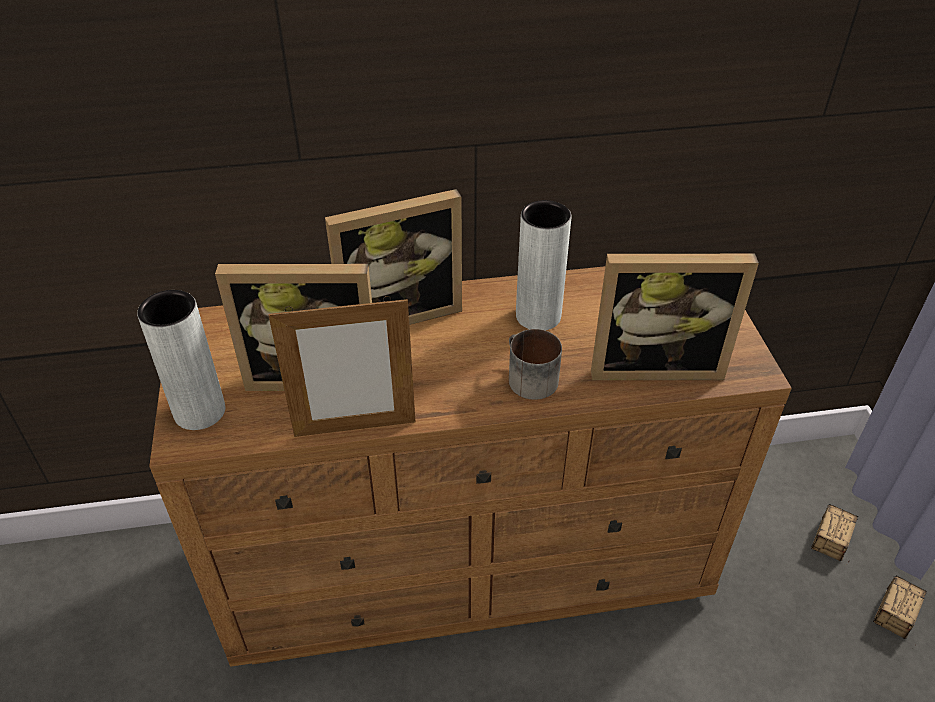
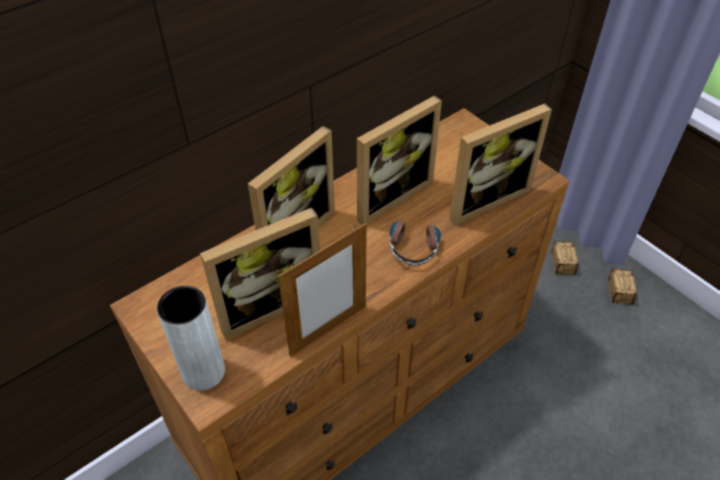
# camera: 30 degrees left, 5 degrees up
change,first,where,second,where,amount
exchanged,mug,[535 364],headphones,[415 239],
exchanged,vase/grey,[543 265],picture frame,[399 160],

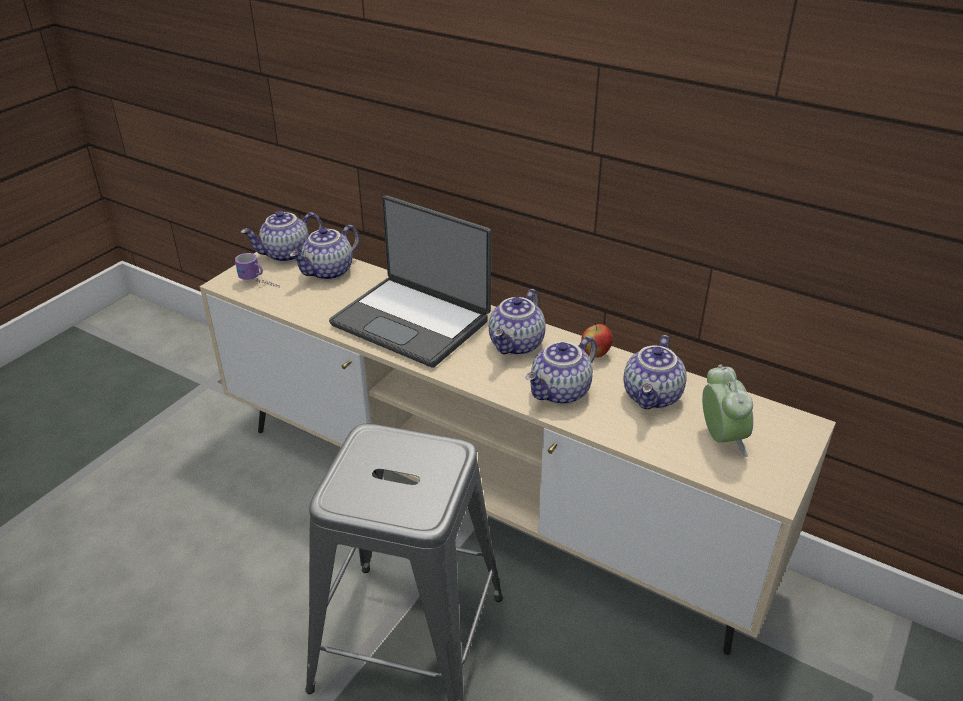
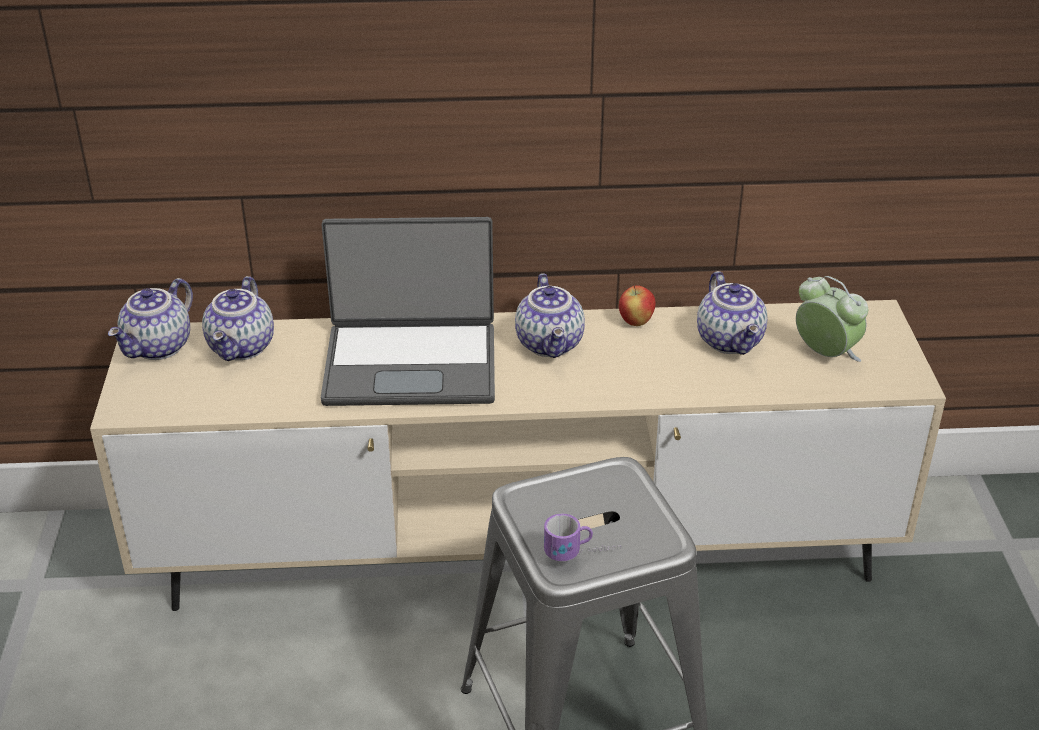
# camera: 35 degrees left, 0 degrees up
change,first,where,second,where,amount
relocated,mug,[257 270],,[582 537],
missing,teapot,[561 370],,,

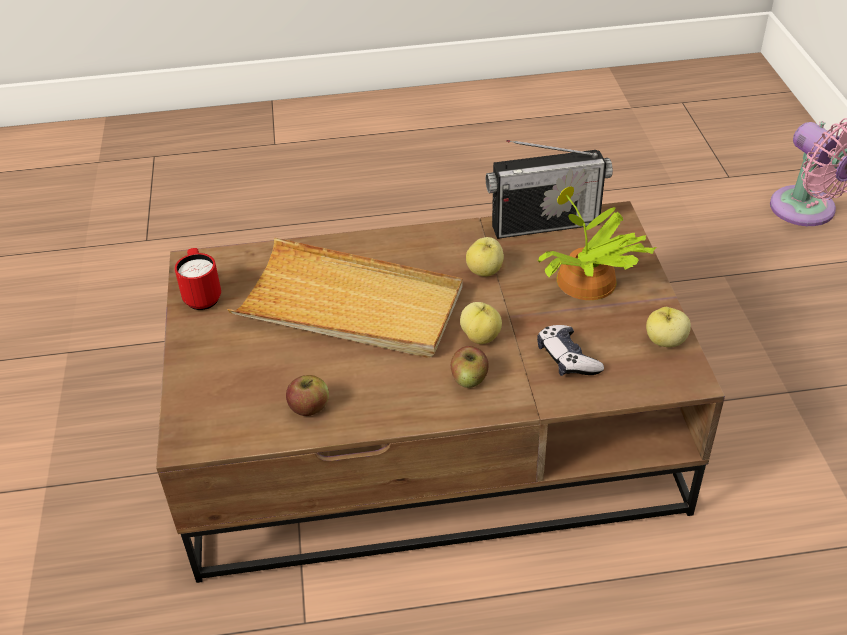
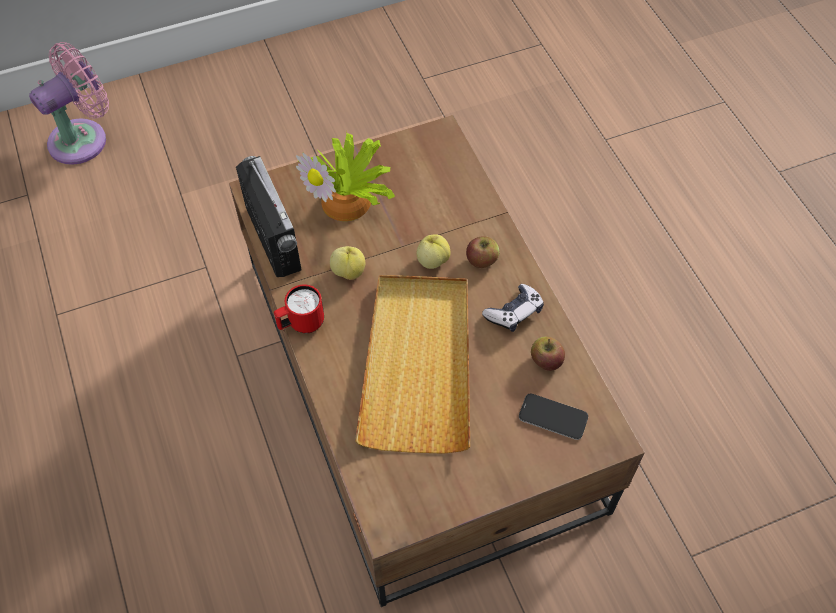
# camera: 105 degrees left, 15 degrees up
change,first,where,second,where,amount
relocated,mug/red,[198 279],,[299 308],
relocated,game controller,[570 350],,[513 308],
missing,apple,[668 327],,,
appeared,,,phone,[553 417],

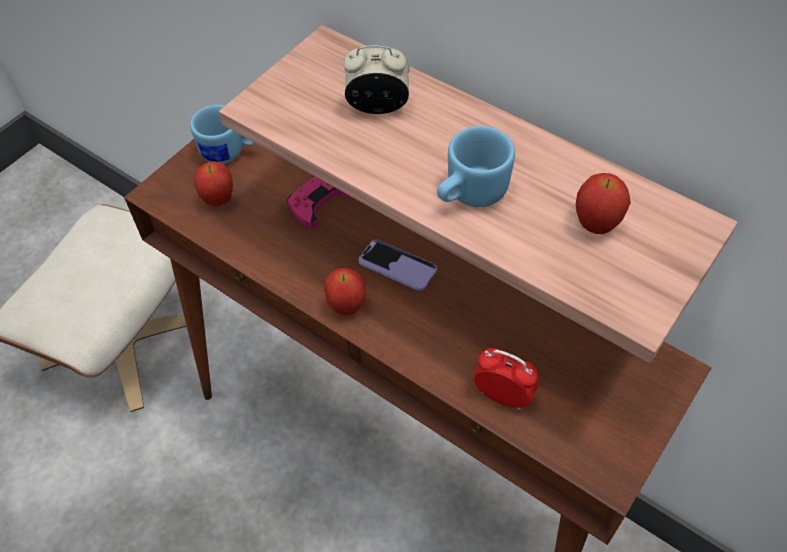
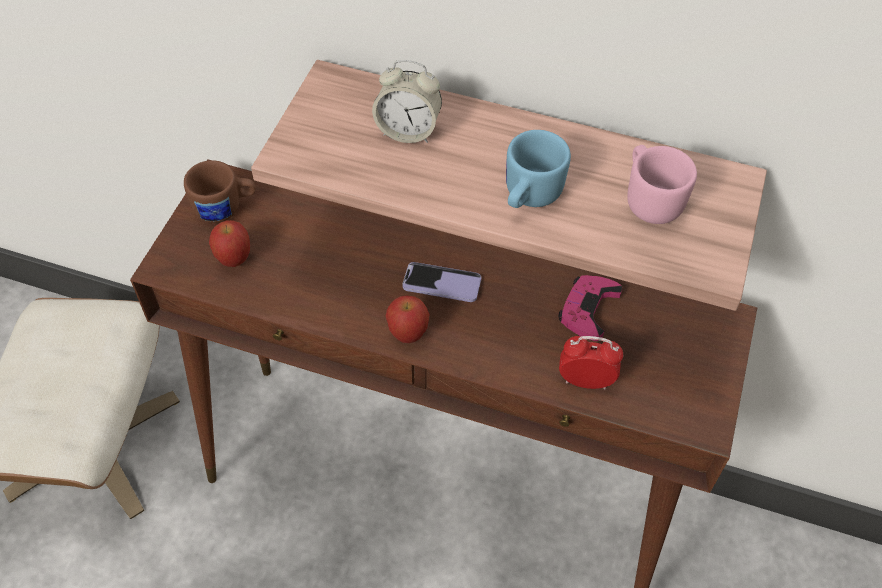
# camera: 20 degrees left, 0 degrees up
change,first,where,second,where,amount
colour,mug/blue,[222 134],mug/brown,[220 191],
relocated,game controller/pink,[319 202],,[590 308],
spun,alarm clock,[376 79],,[407 101],150 degrees counterclockwise
exchanged,apple,[603 203],mug/pink,[662 184],

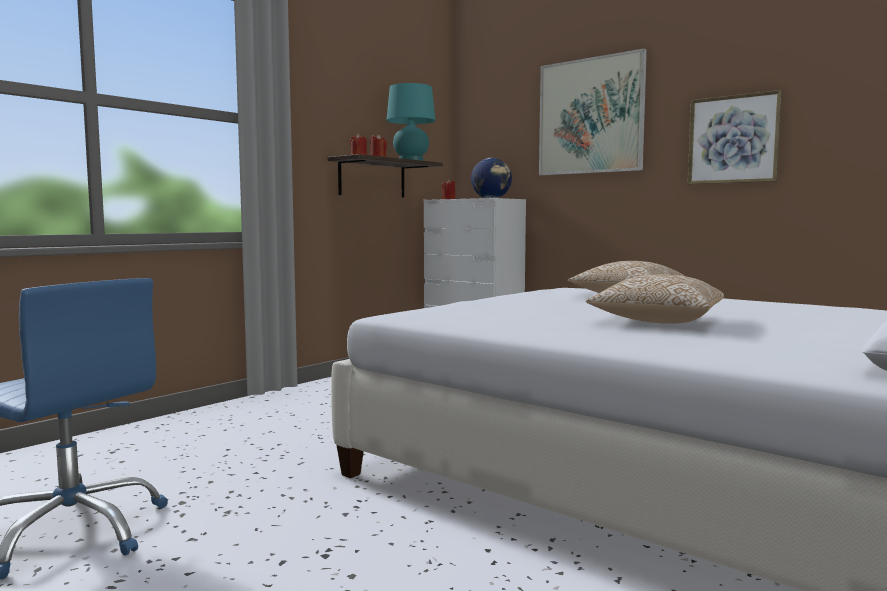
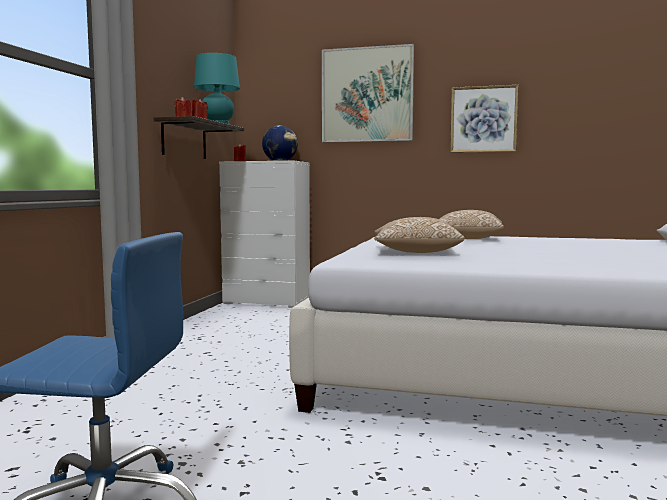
# camera: 25 degrees left, 0 degrees up
change,first,where,second,where,amount
relocated,pillow,[655 299],,[419 235],

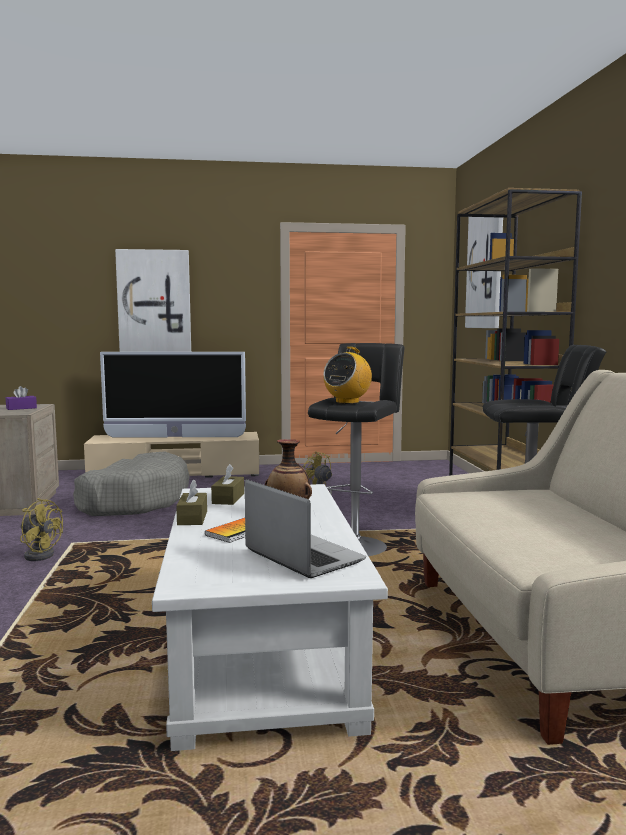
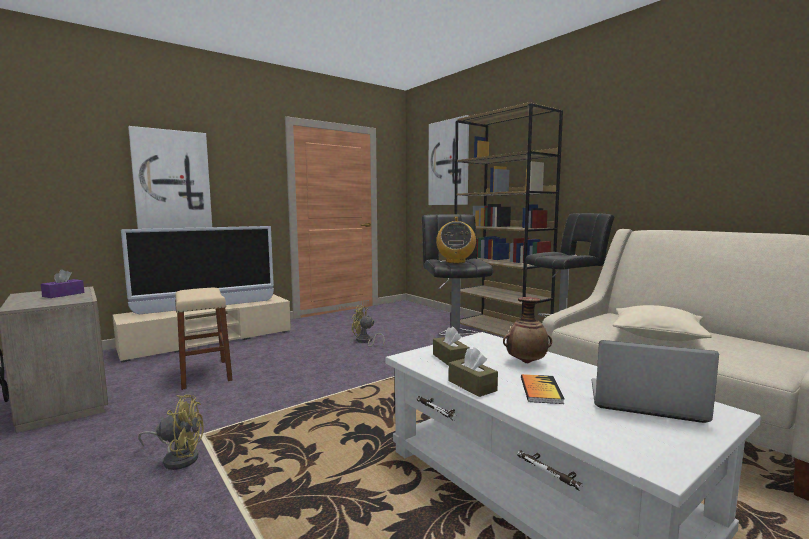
# camera: 30 degrees left, 0 degrees up
change,first,where,second,where,amount
exchanged,dog bed/grey,[131 483],stool/beige,[204 339],
appeared,,,pillow/beige,[662 323],

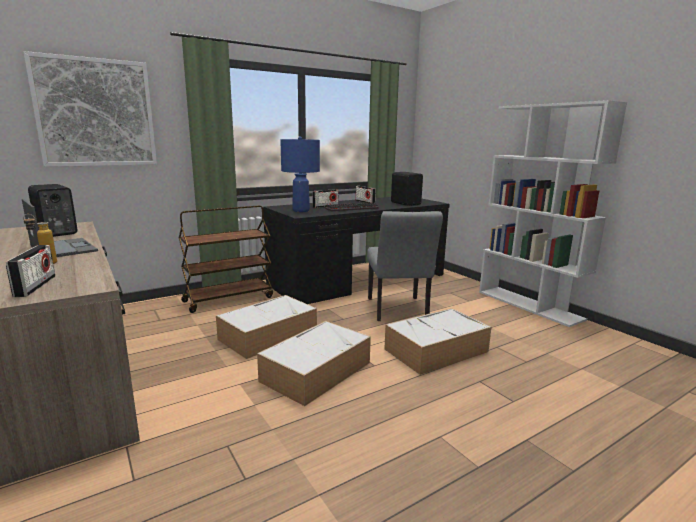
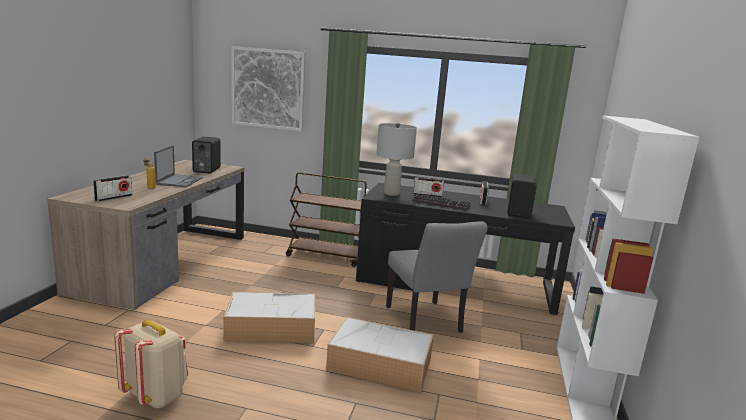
# camera: 45 degrees right, 0 degrees up
change,first,where,second,where,amount
missing,storage box,[266 327],,,
colour,table lamp/blue,[300 174],table lamp/grey,[396 159],
spun,chair/grey,[405 266],,[437 277],60 degrees counterclockwise
appeared,,,backpack/beige,[151 364],

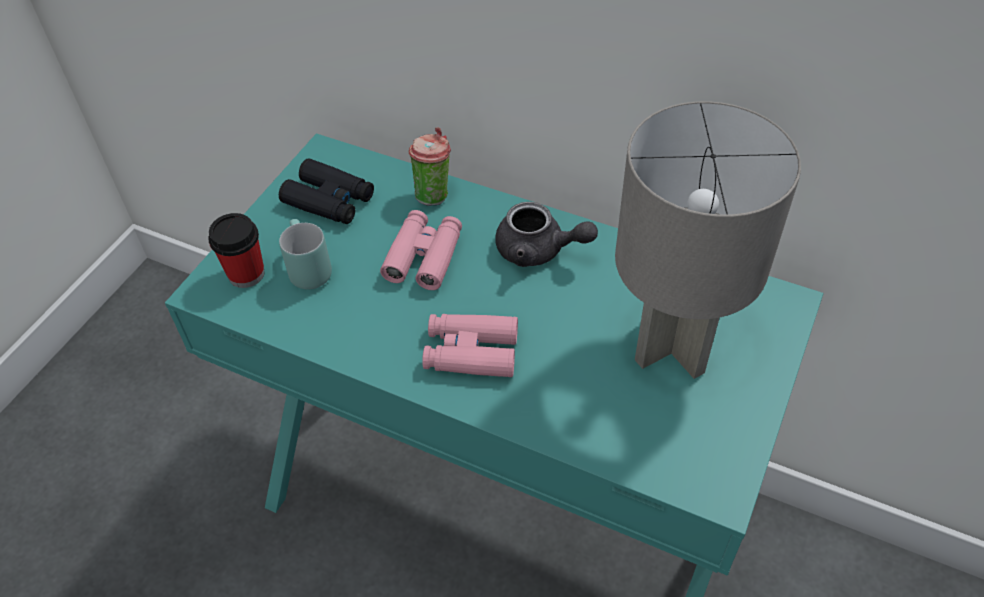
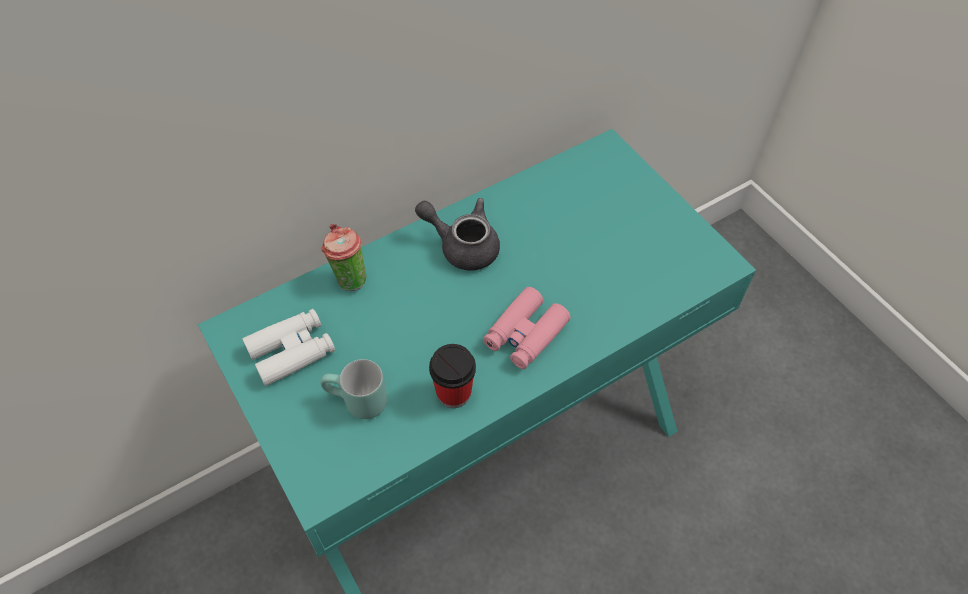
# camera: 60 degrees left, 5 degrees up
change,first,where,second,where,amount
relocated,cup,[236 250],,[452 376],
colour,binoculars/black,[326 191],binoculars/white,[288 347],
missing,binoculars/pink,[421 250],,,
spun,teapot/grey,[546 234],,[457 234],120 degrees counterclockwise
missing,table lamp/grey,[708 240],,,

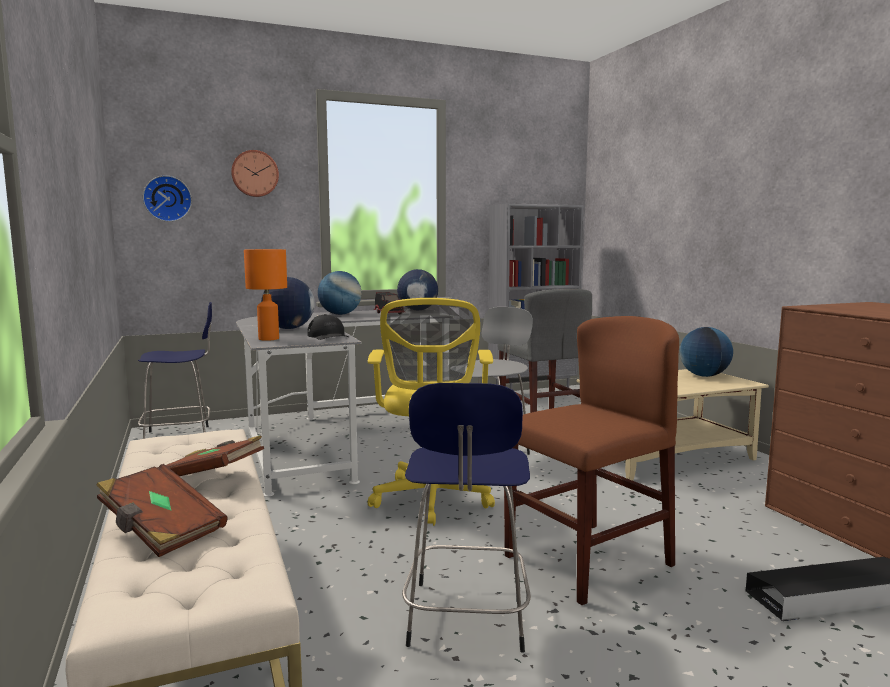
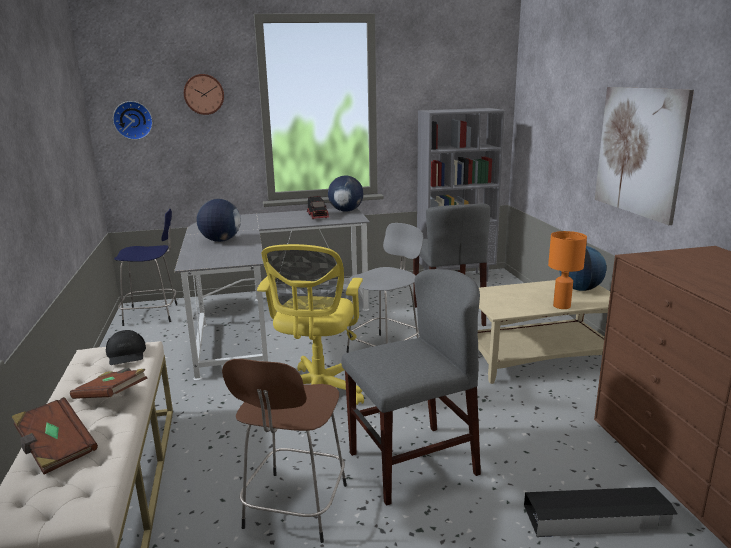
# camera: 10 degrees right, 10 degrees up
change,first,where,second,where,amount
relocated,table lamp/orange,[265 295],,[567 270],
relocated,cap/black,[328 327],,[126 347],
missing,globe,[340 293],,,
colour,stool/blue,[466 518],stool/brown,[284 451],
colour,chair/brown,[591 460],chair/grey,[411 387],
appeared,,,picture,[644 156],

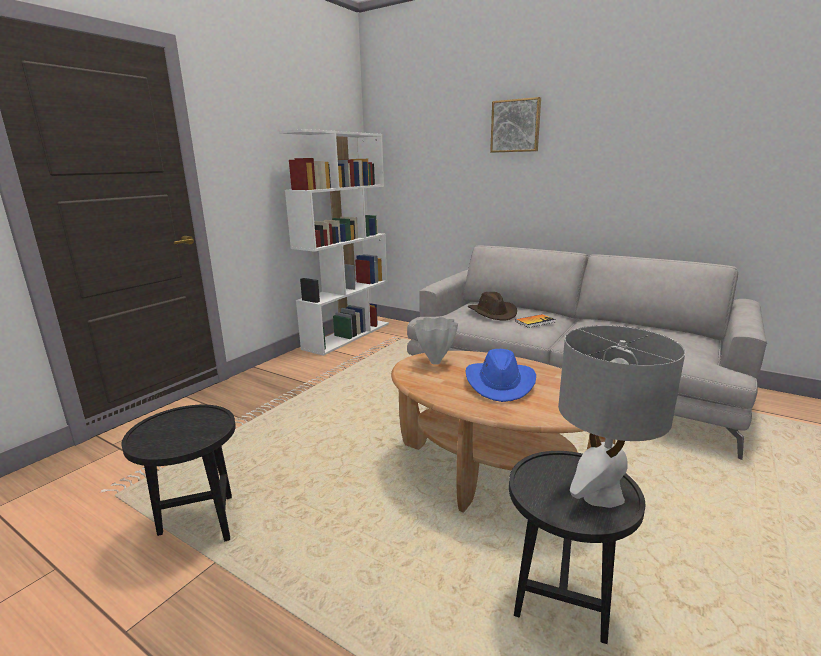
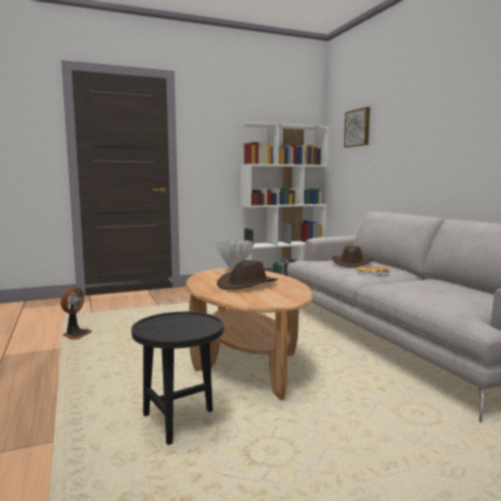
# camera: 35 degrees right, 10 degrees down
change,first,where,second,where,amount
exchanged,side table/black,[178 473],fan,[77 313],
colour,hat/blue,[500 375],hat/brown,[247 275],
relocated,picture,[515 125],,[357 127],
missing,table lamp/grey,[621 416],,,

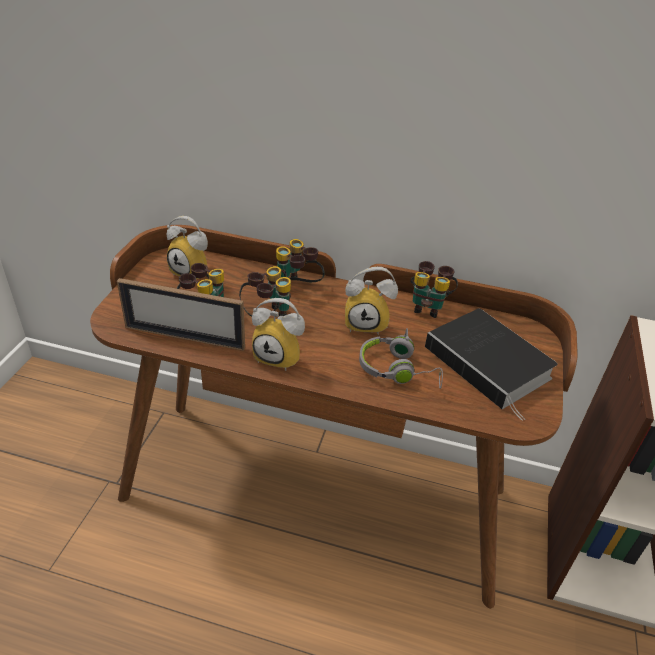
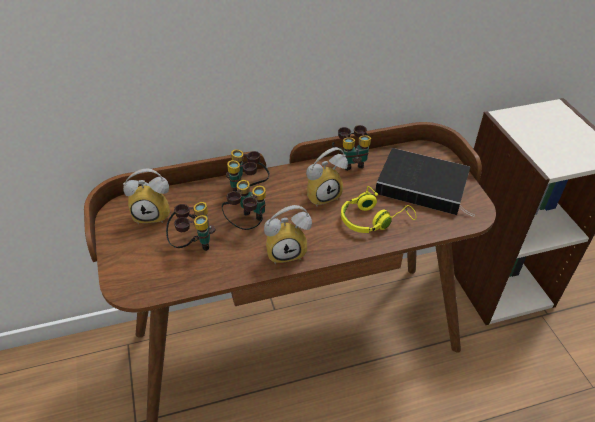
# camera: 30 degrees left, 5 degrees up
change,first,where,second,where,amount
missing,picture frame,[181 314],,,
colour,headphones/grey,[401 358],headphones/yellow,[378 209],

